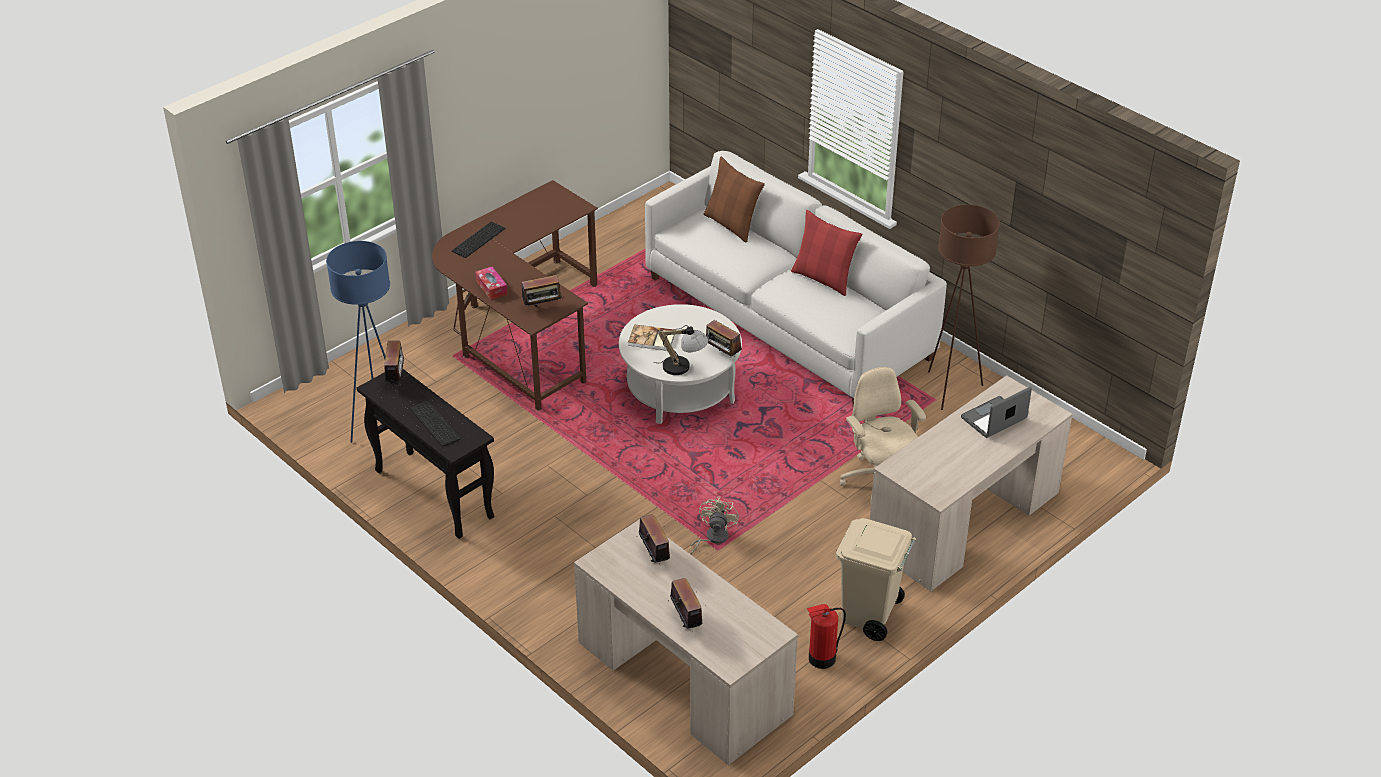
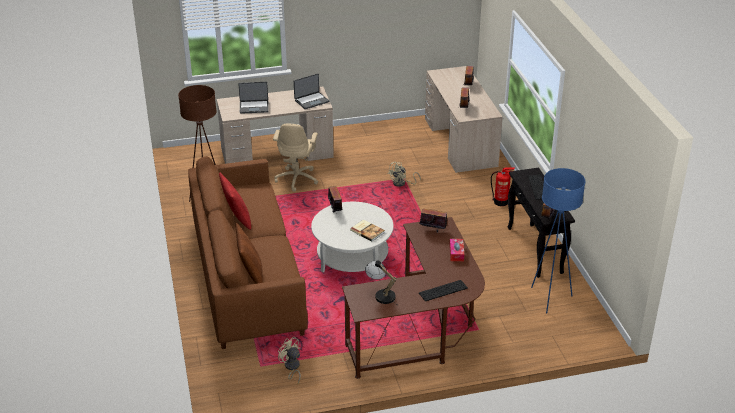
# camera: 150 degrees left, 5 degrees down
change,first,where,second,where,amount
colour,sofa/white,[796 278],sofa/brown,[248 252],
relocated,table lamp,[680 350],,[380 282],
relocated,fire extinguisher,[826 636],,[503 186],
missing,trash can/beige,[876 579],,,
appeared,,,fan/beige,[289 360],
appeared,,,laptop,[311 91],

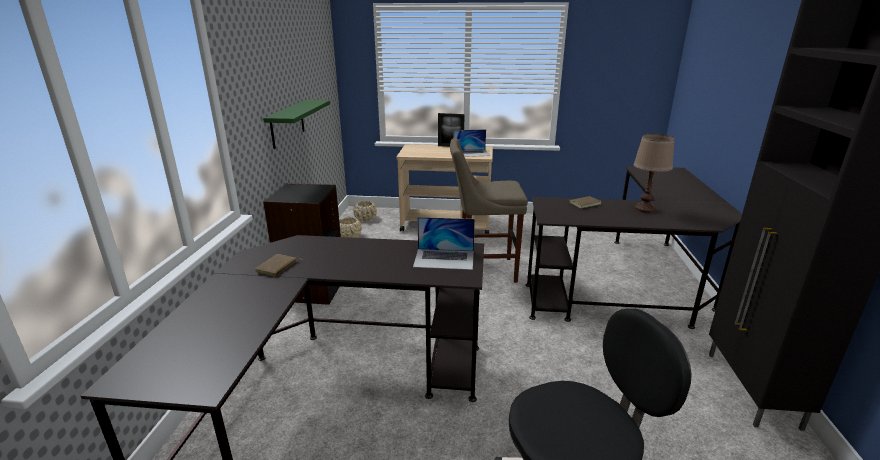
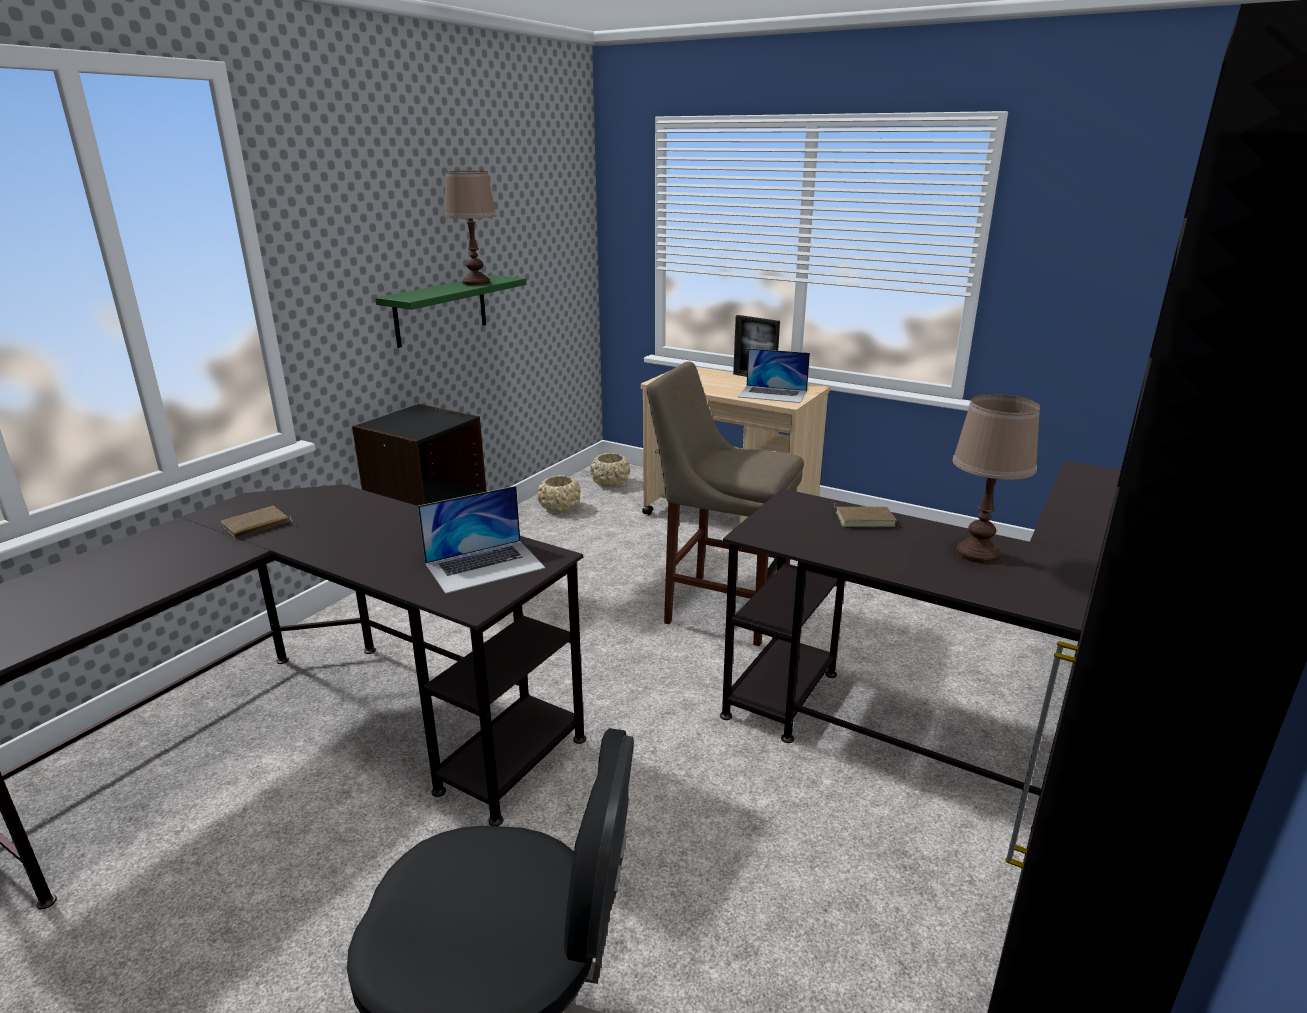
# camera: 25 degrees right, 0 degrees up
change,first,where,second,where,amount
spun,laptop,[444 243],,[481 540],60 degrees counterclockwise
appeared,,,table lamp/brown,[470 228],

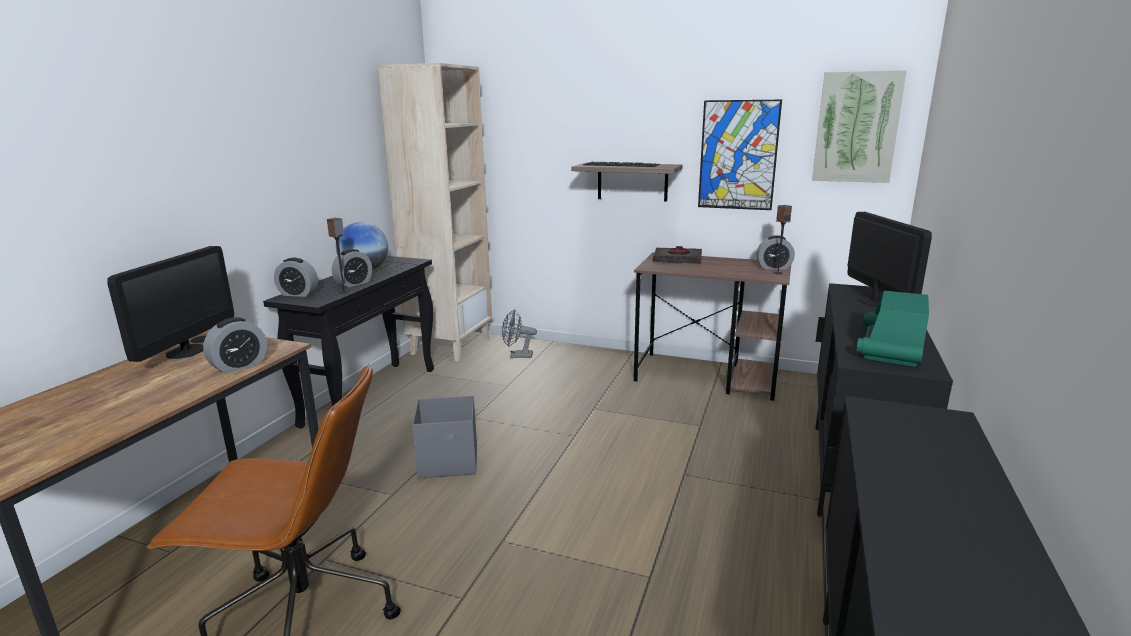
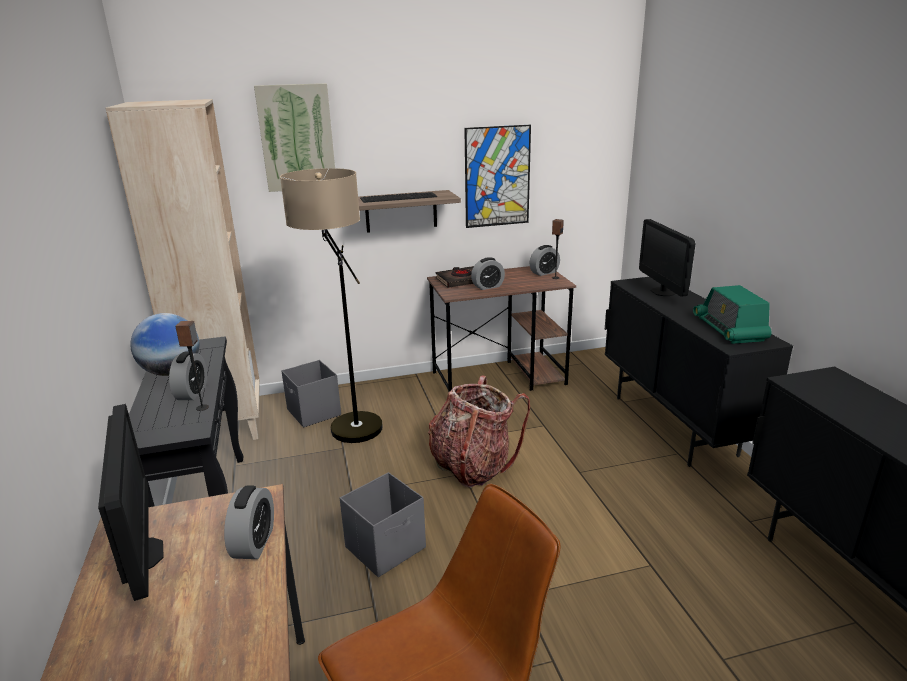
# camera: 35 degrees left, 5 degrees up
change,first,where,second,where,amount
relocated,alarm clock,[296 277],,[488 273],
exchanged,fan/grey,[519 333],storage box/grey,[311 393],
relocated,picture,[859 126],,[294 137],
spun,monitor,[889 259],,[667 257],150 degrees counterclockwise
appeared,,,floor lamp,[331 305],
appeared,,,backpack,[479 431],

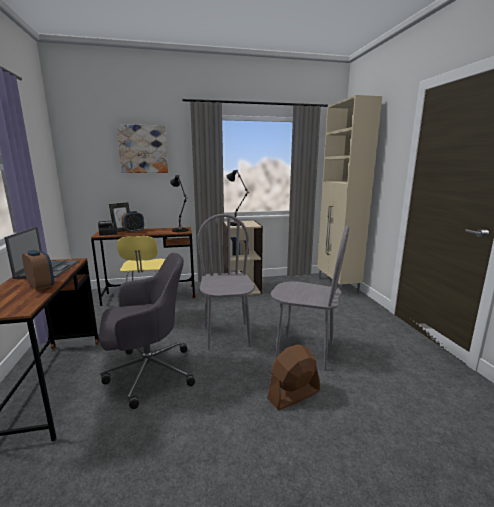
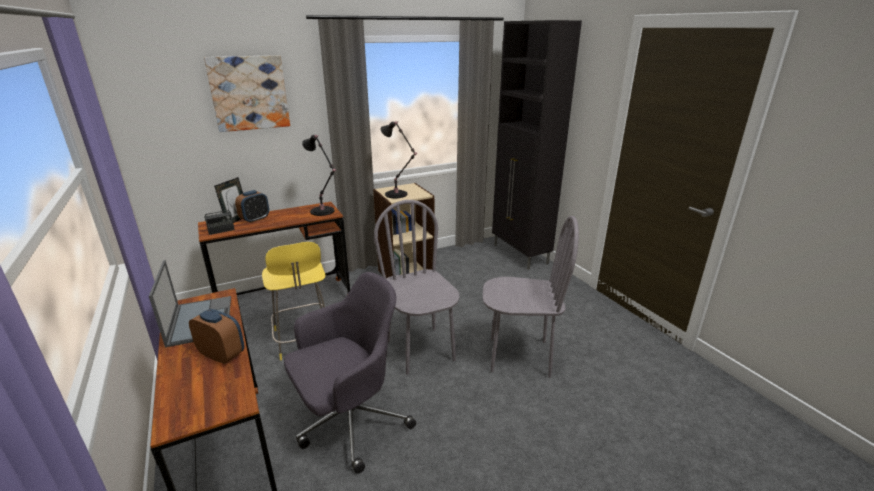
# camera: 15 degrees left, 10 degrees up
change,first,where,second,where,amount
missing,fan/brown,[293 377],,,
colour,cabinet/beige,[349 195],cabinet/black,[537 145],

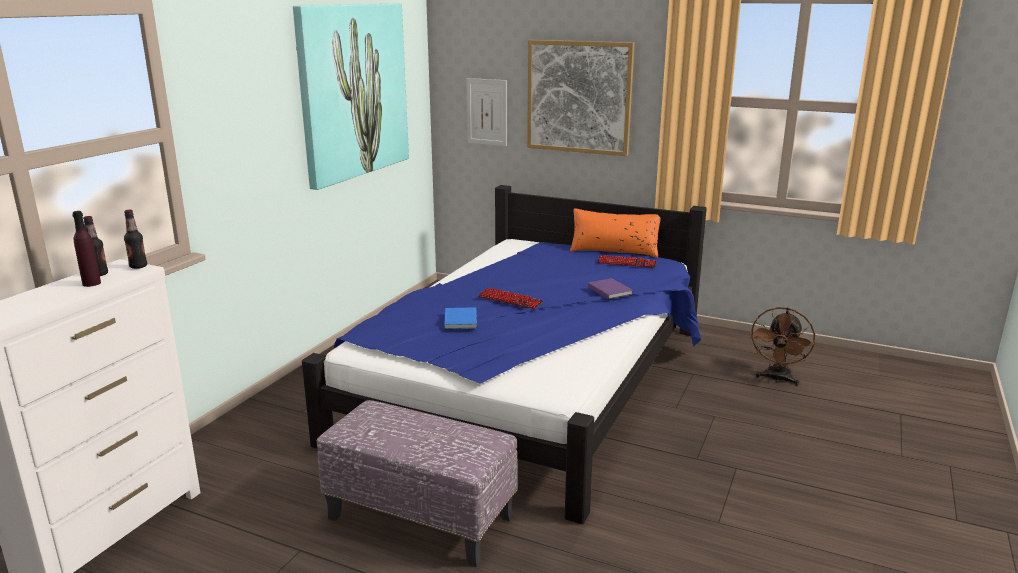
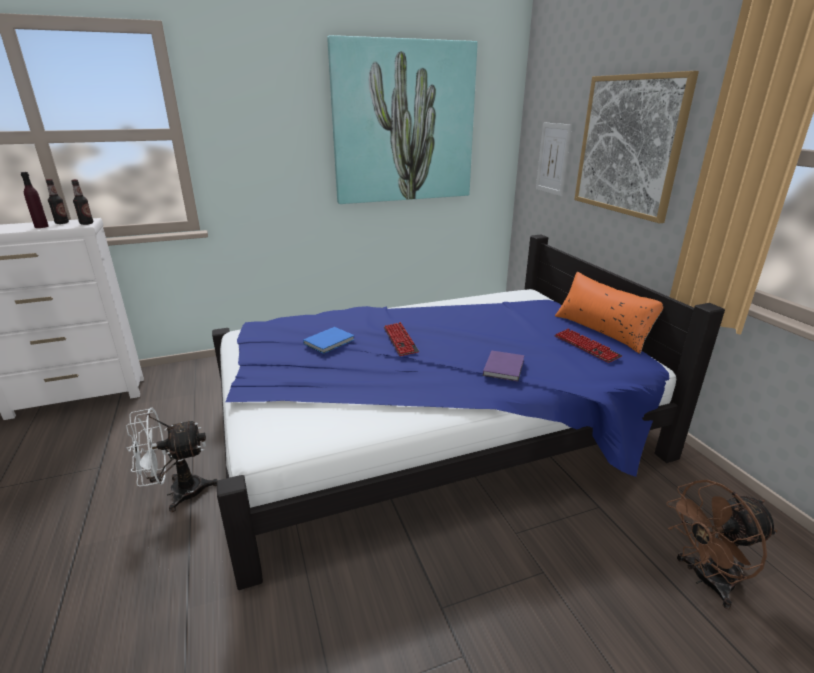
# camera: 45 degrees right, 5 degrees up
change,first,where,second,where,amount
exchanged,ottoman,[417 483],fan/white,[172 459],

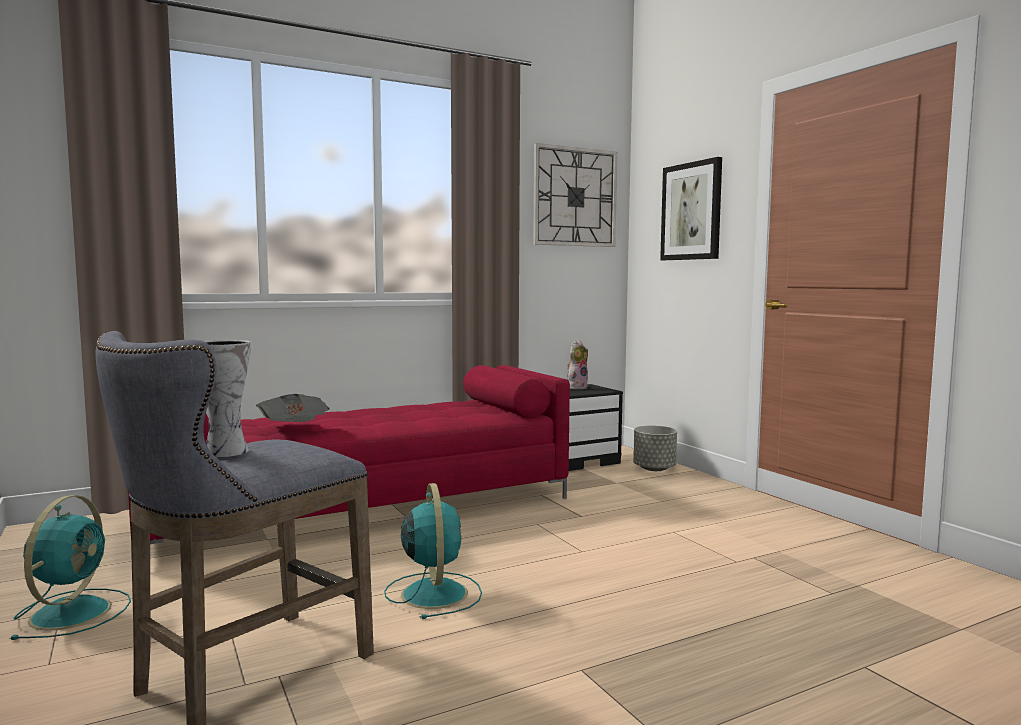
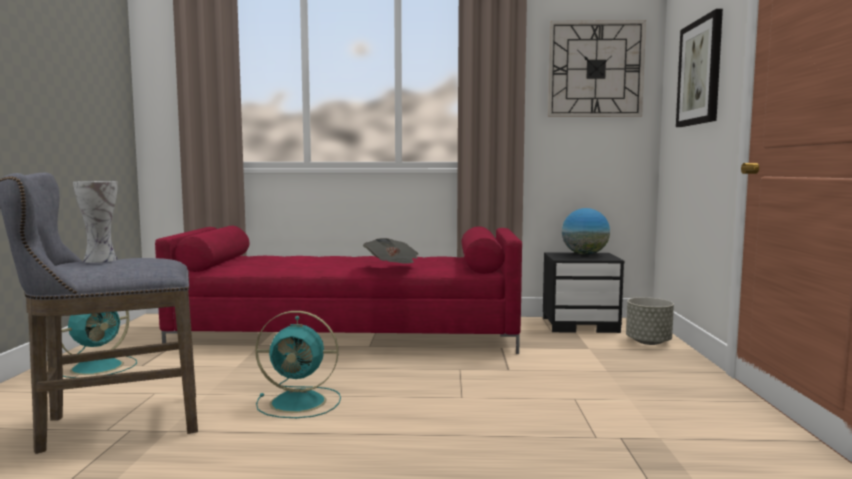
# camera: 30 degrees right, 0 degrees up
change,first,where,second,where,amount
relocated,newspaper,[293 408],,[390 251],
spun,fan/turquoise,[433 551],,[298 364],75 degrees clockwise
exchanged,plush toy,[577 365],globe,[586 231],

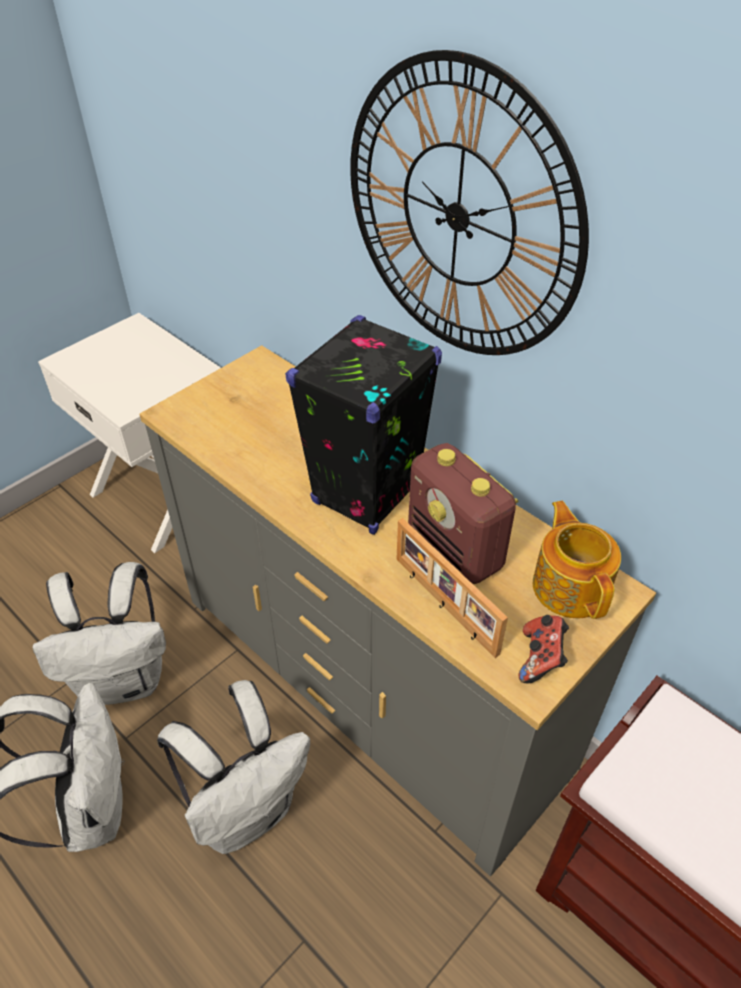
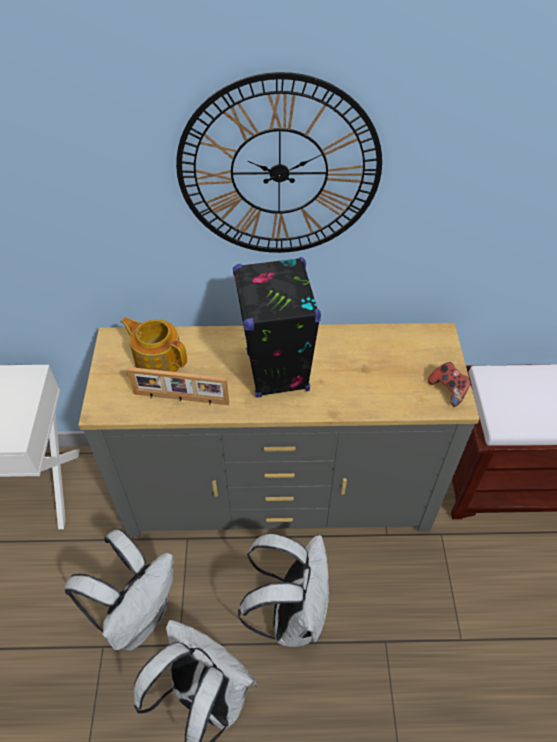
# camera: 45 degrees left, 5 degrees up
change,first,where,second,where,amount
relocated,picture frame,[452 588],,[178 386],
missing,radio,[463 513],,,
relocated,teapot,[577 560],,[154 344],

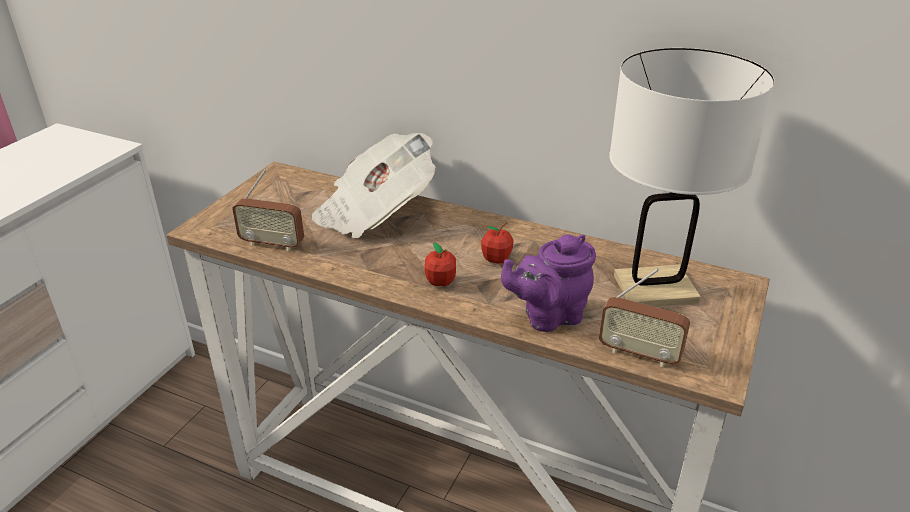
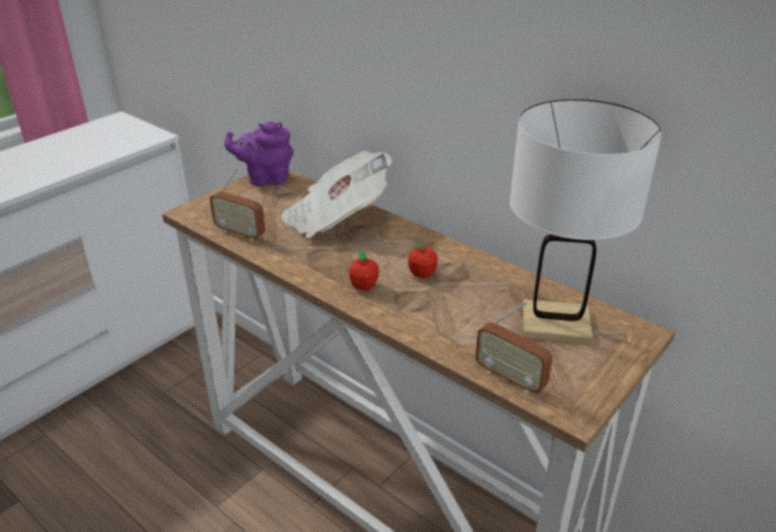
# camera: 15 degrees right, 0 degrees up
change,first,where,second,where,amount
relocated,teapot/purple,[548 283],,[259 153],

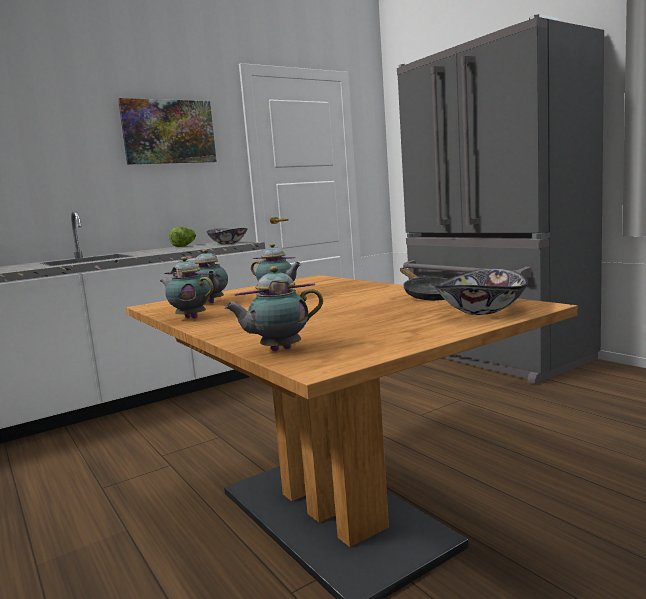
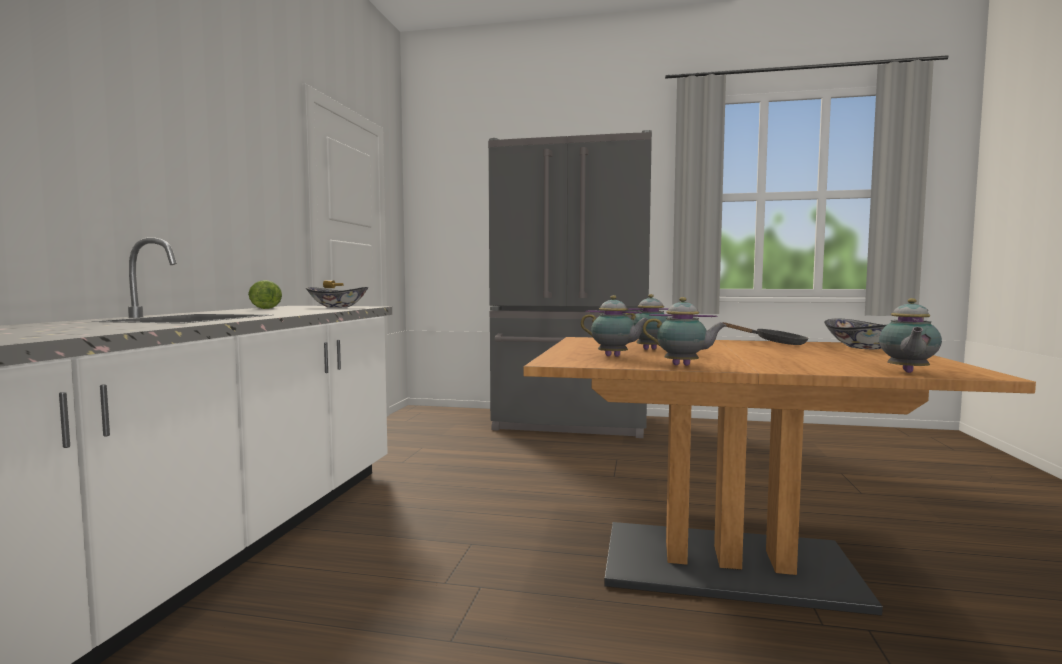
# camera: 45 degrees left, 5 degrees down
change,first,where,second,where,amount
missing,picture,[167 131],,,
spun,teapot,[187 288],,[685 331],150 degrees counterclockwise

